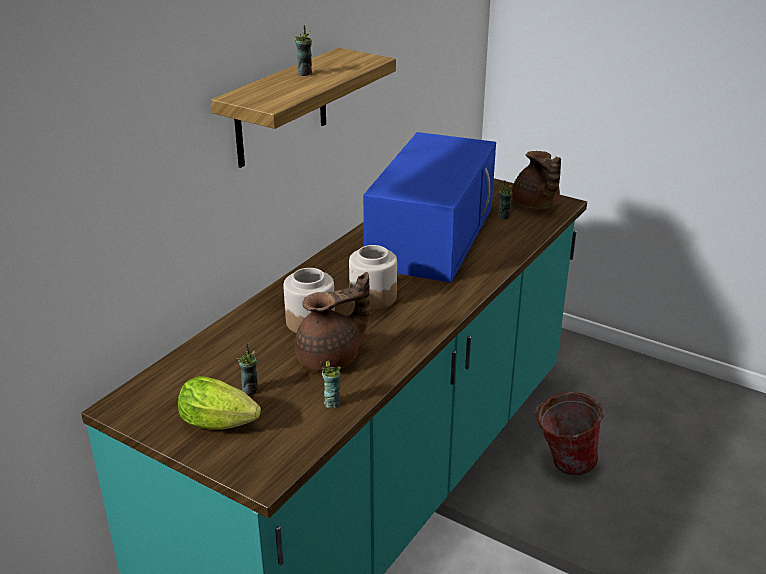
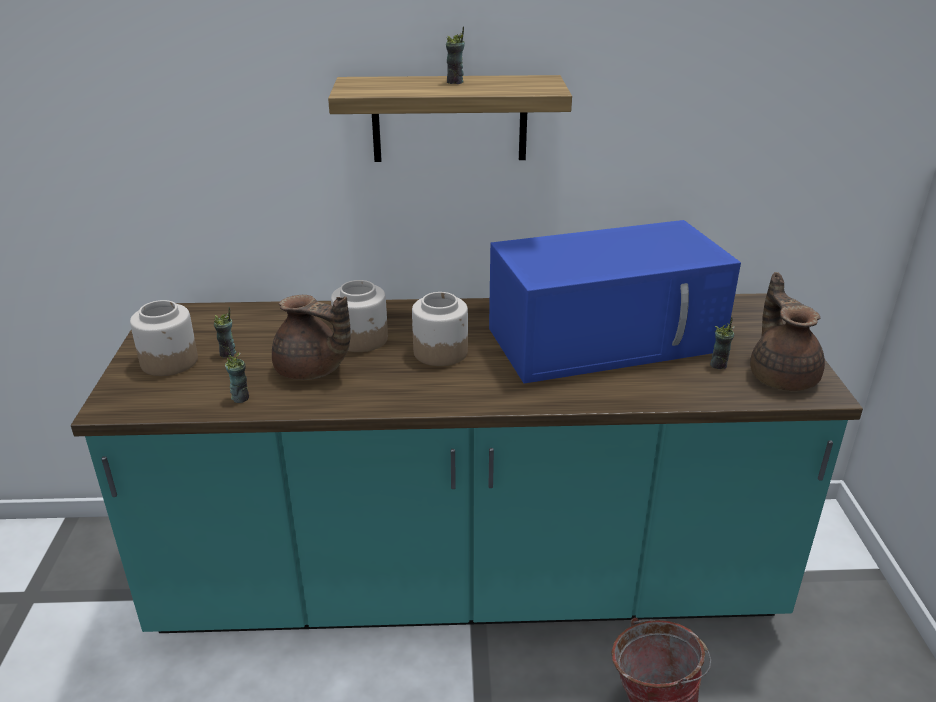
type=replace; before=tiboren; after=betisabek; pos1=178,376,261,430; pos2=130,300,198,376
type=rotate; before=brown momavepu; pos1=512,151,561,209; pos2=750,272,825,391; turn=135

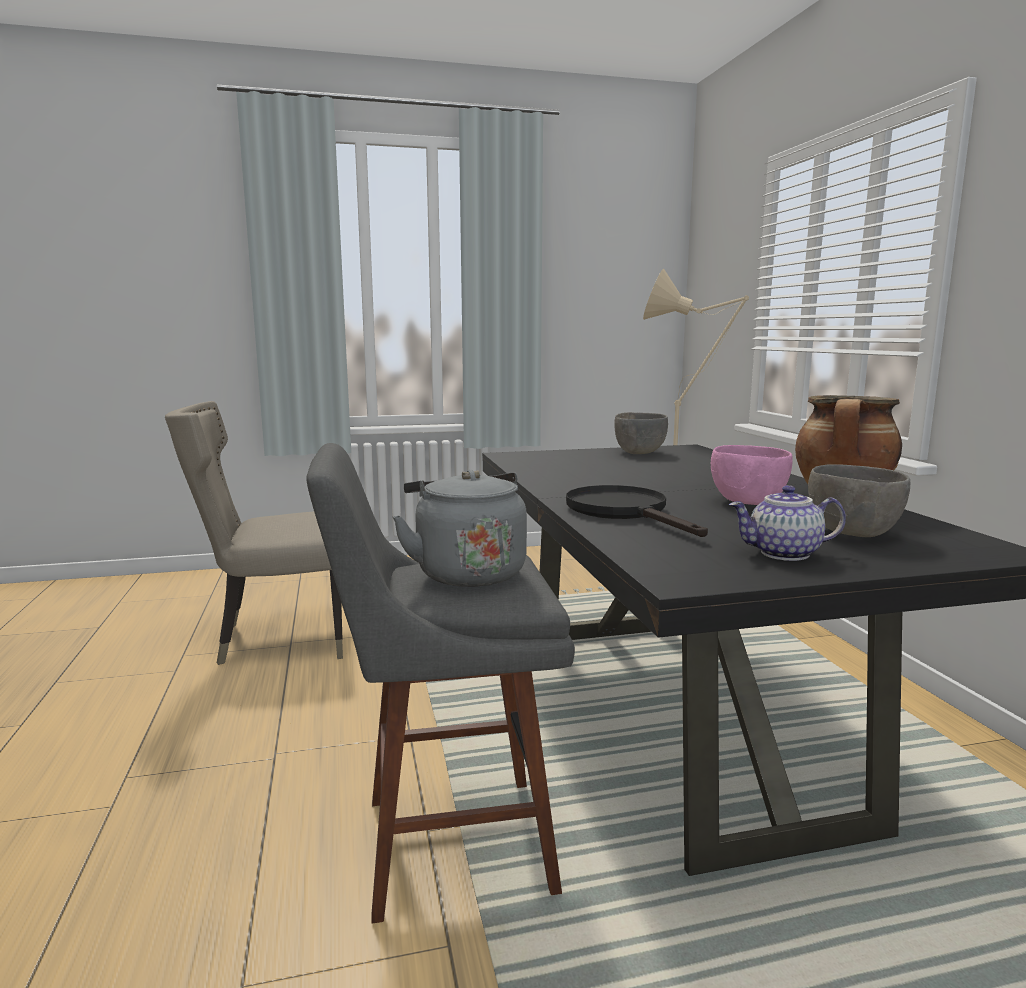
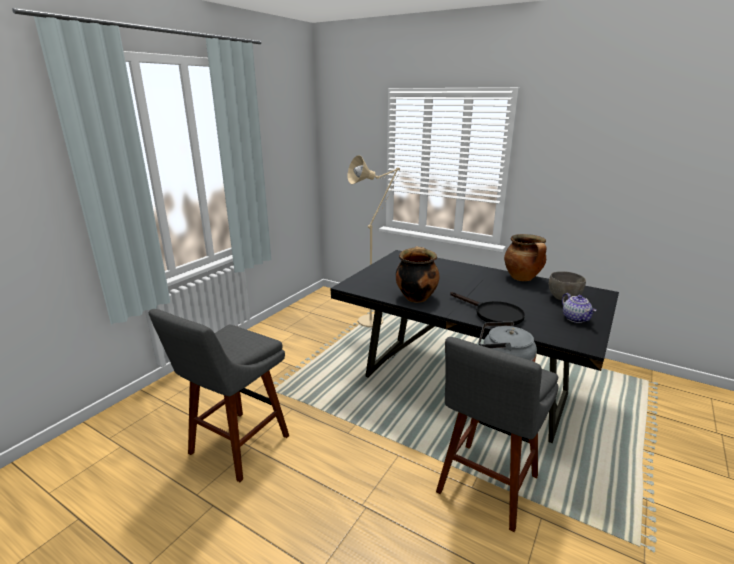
type=replace; before=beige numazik; after=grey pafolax; pos1=165,401,343,665; pos2=149,309,289,482
type=insert; after=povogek; pos2=396,246,439,303
type=rotate; before=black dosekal; pos1=566,485,708,537; pos2=450,292,525,325; turn=-150
type=rotate; before=momavepu; pos1=729,485,846,561; pos2=562,293,596,323; turn=-60
type=delete; before=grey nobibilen; pos1=614,412,668,454
type=delete; before=pink nobibilen; pos1=711,445,793,505

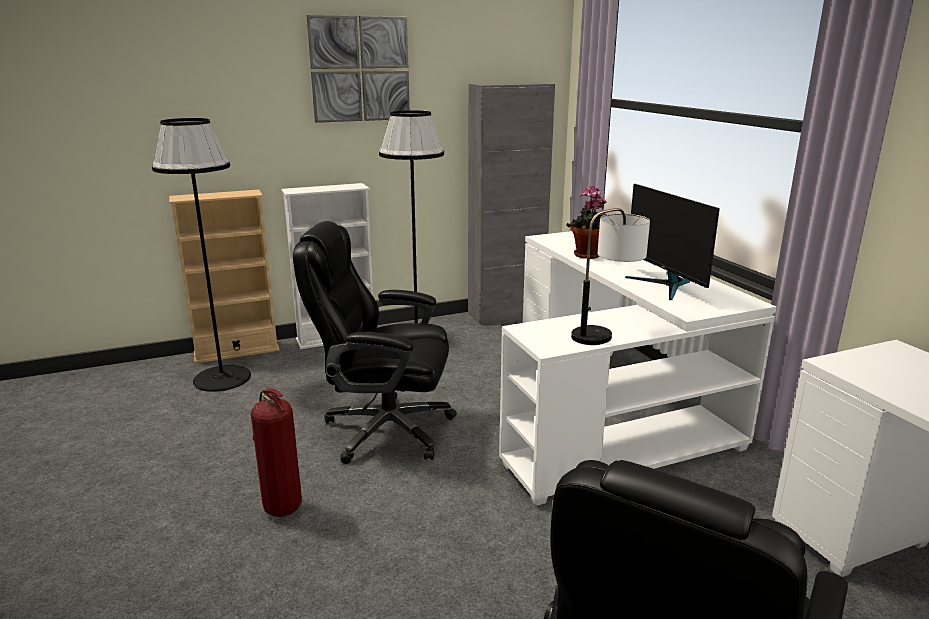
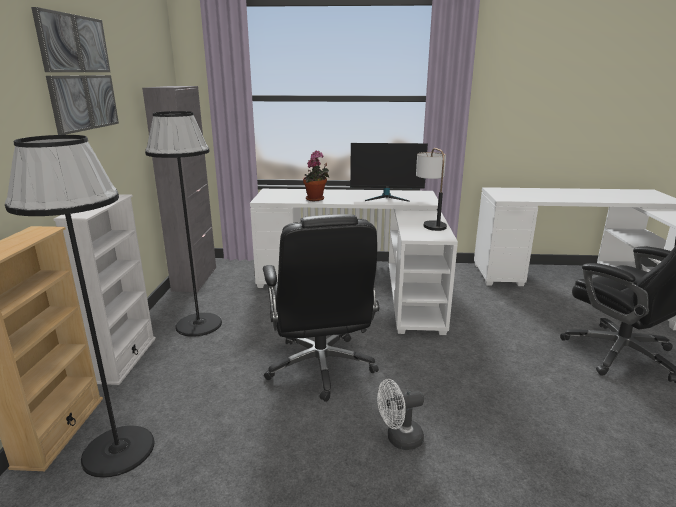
type=rotate; before=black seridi; pos1=293,221,457,464; pos2=263,214,379,402; turn=-45
type=replace; before=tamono; after=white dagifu; pos1=251,388,302,517; pos2=377,379,424,450

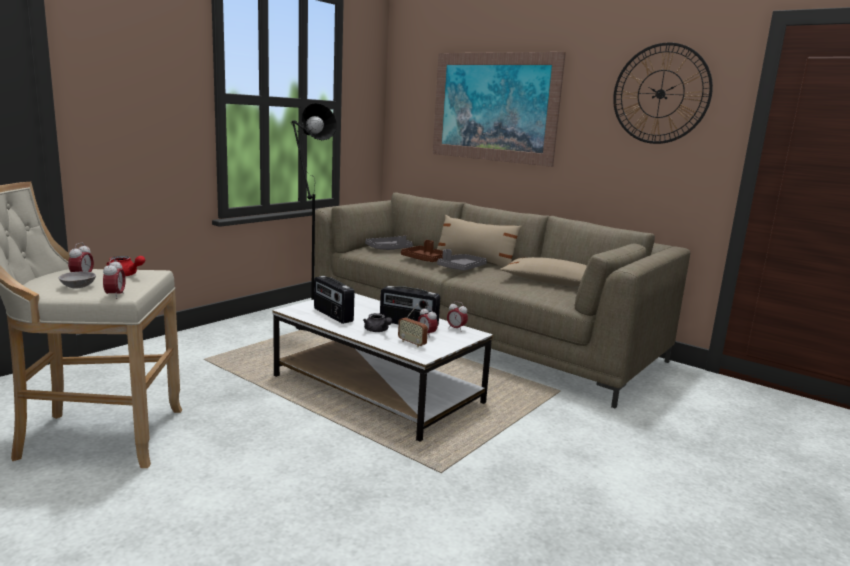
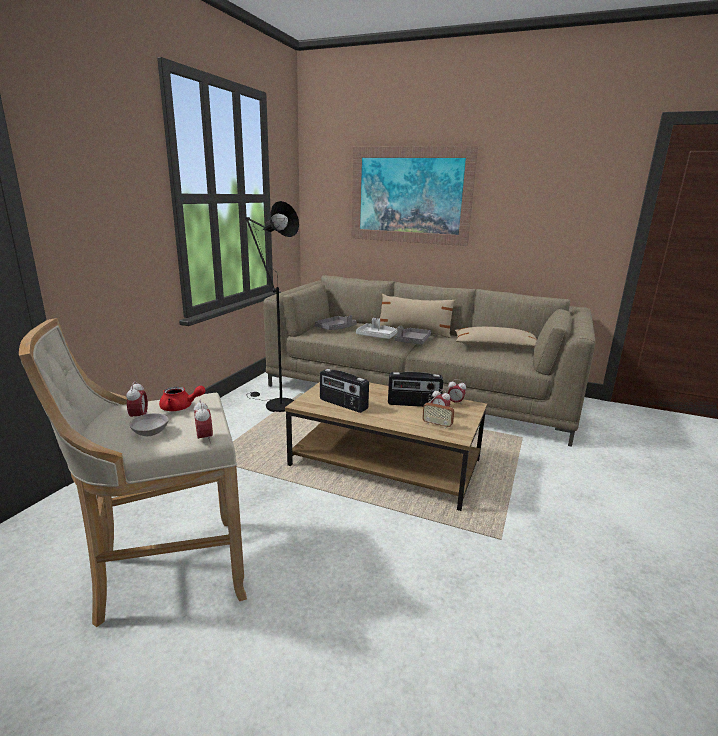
type=recolor; before=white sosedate; after=brown sosedate; pos1=272,293,493,442; pos2=285,382,487,511
type=recolor; before=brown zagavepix; after=grey zagavepix; pos1=401,240,443,262; pos2=356,318,397,339
type=delete; before=grey momavepu; pos1=363,313,392,332
type=delete; before=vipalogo; pos1=613,42,713,144

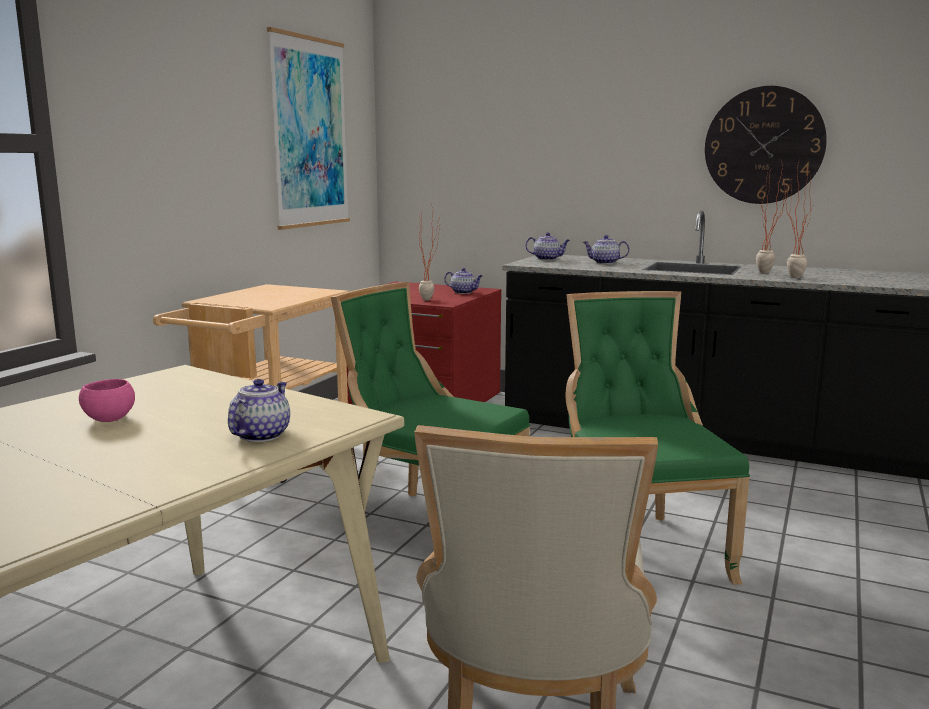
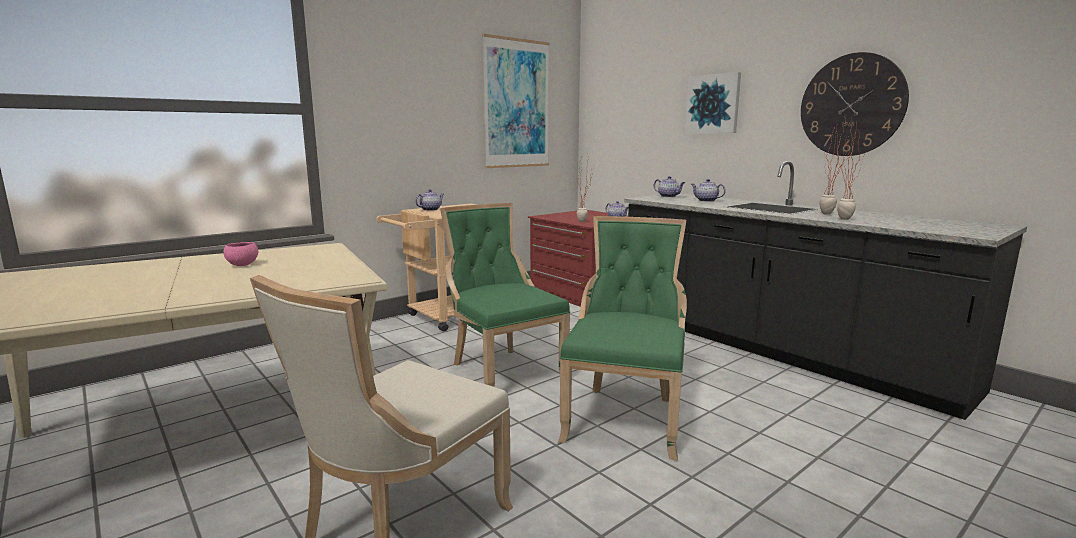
type=move; before=momavepu; pos1=228,379,290,442; pos2=415,189,444,211
type=insert; after=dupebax; pos2=685,72,741,133

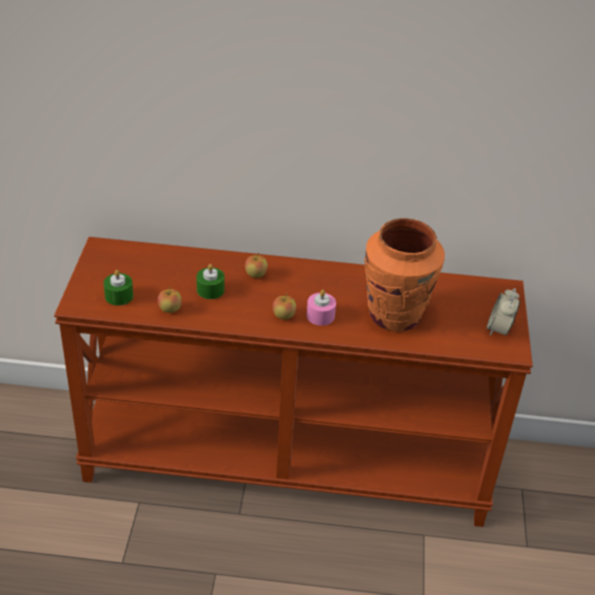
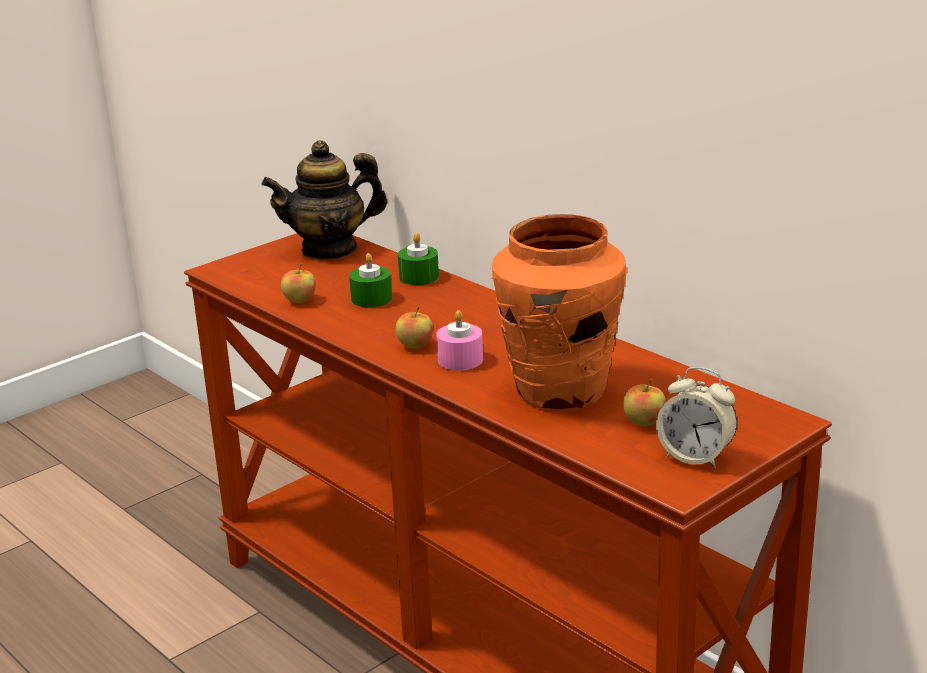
type=insert; after=momavepu; pos2=262,140,387,260
type=move; before=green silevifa; pos1=104,270,133,306; pos2=398,233,439,285
type=move; before=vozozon; pos1=245,253,268,278; pos2=623,378,666,427
type=rotate; before=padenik; pos1=487,288,520,336; pos2=656,367,737,468; turn=-120

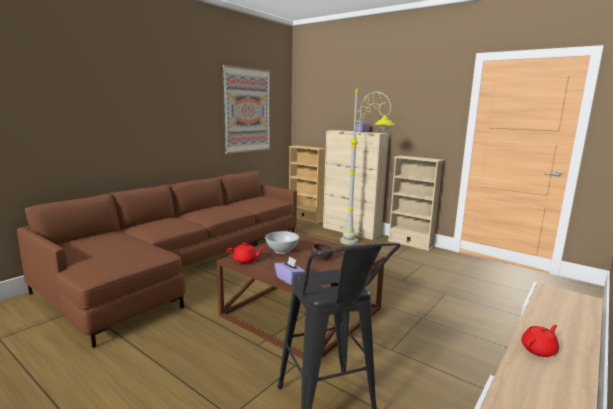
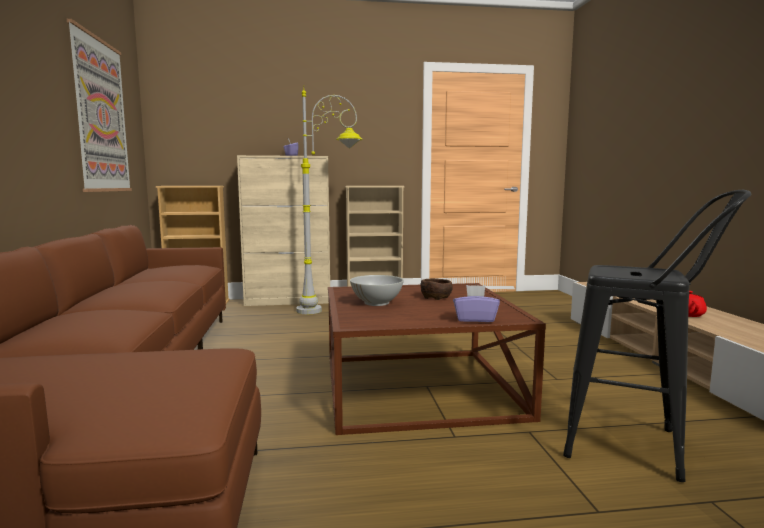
type=delete; before=red momavepu; pos1=227,243,265,264

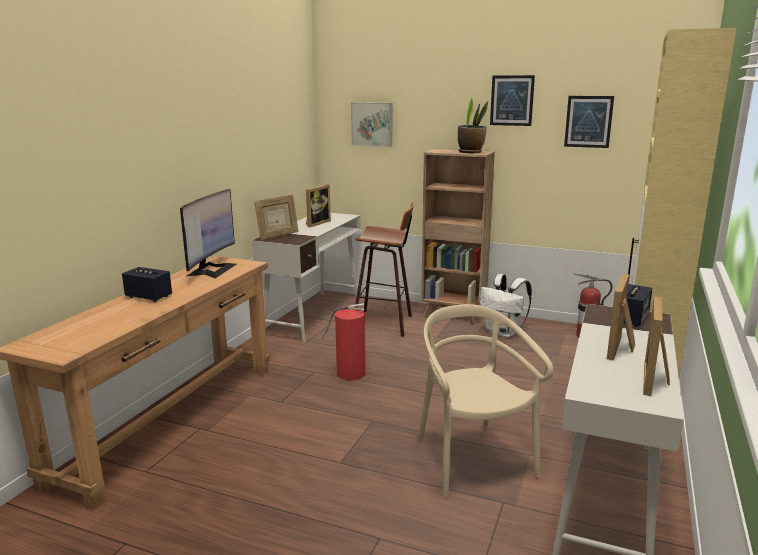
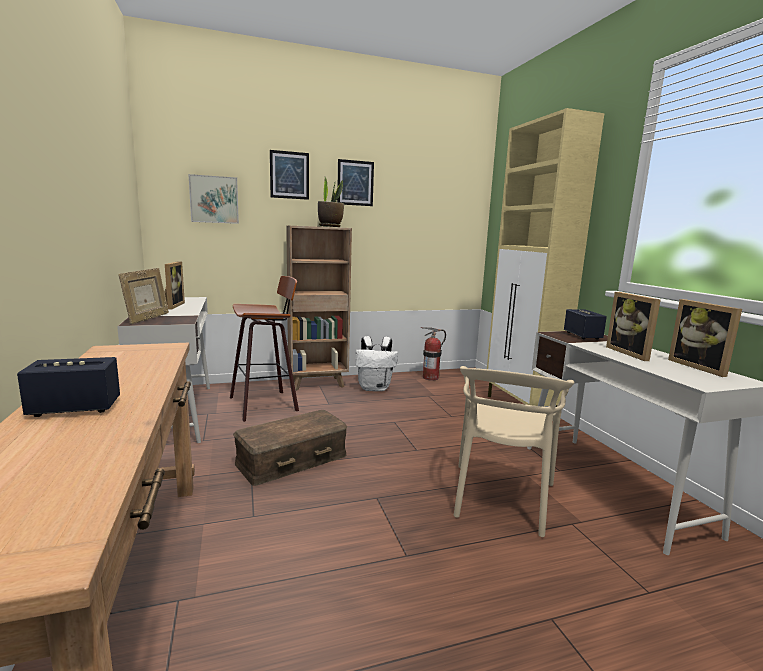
type=replace; before=tamono; after=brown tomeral; pos1=322,303,366,380; pos2=233,410,347,486
type=move; before=dupebax; pos1=564,96,614,148; pos2=270,150,309,200
type=rotate; before=beige numazik; pos1=418,304,554,497; pos2=454,366,574,537; turn=-105
type=delete; before=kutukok; pos1=180,189,236,279

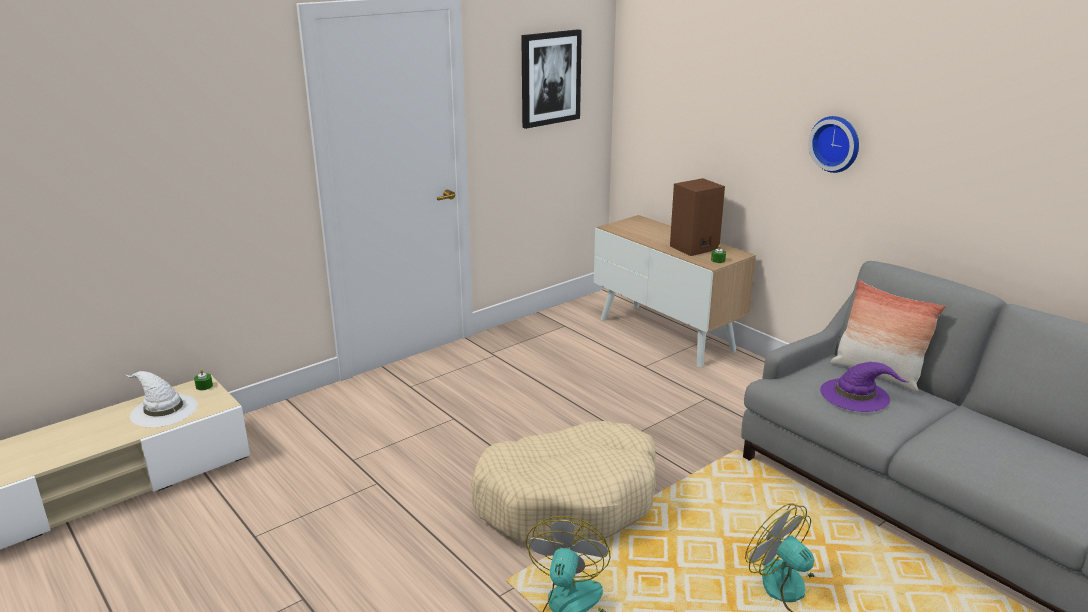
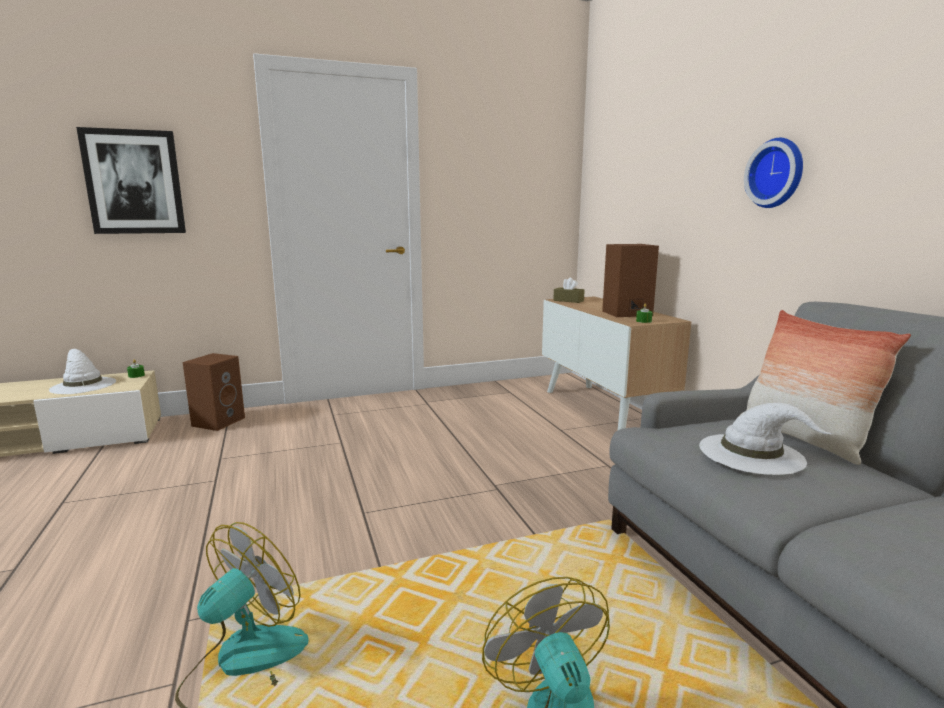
type=move; before=dupebax; pos1=521,29,582,129; pos2=76,127,186,234
type=insert; after=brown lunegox; pos2=183,353,245,431
type=insert; after=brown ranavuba; pos2=553,278,585,303
type=recolor; before=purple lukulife; after=white lukulife; pos1=820,362,908,412; pos2=699,403,833,475
type=delete; before=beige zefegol; pos1=471,421,656,544

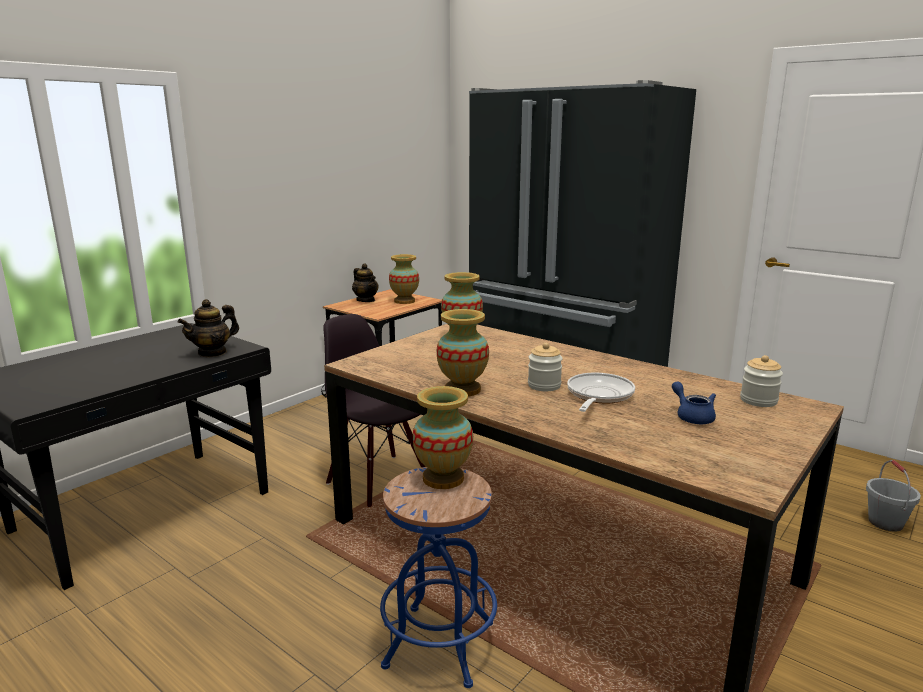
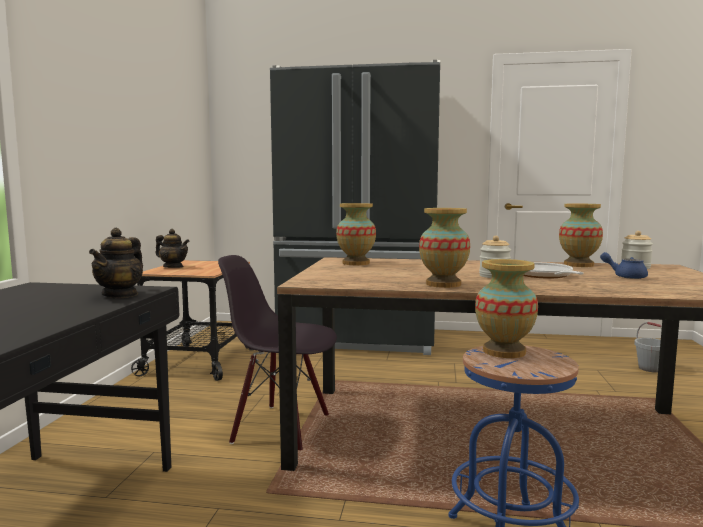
type=move; before=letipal; pos1=389,254,419,304; pos2=559,204,603,267

